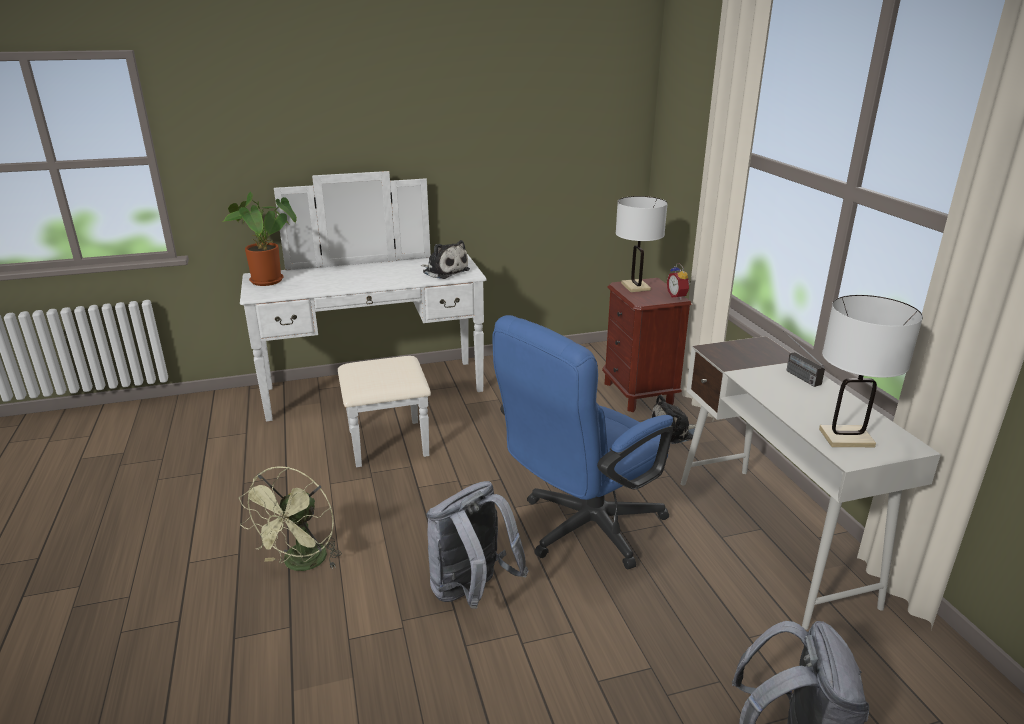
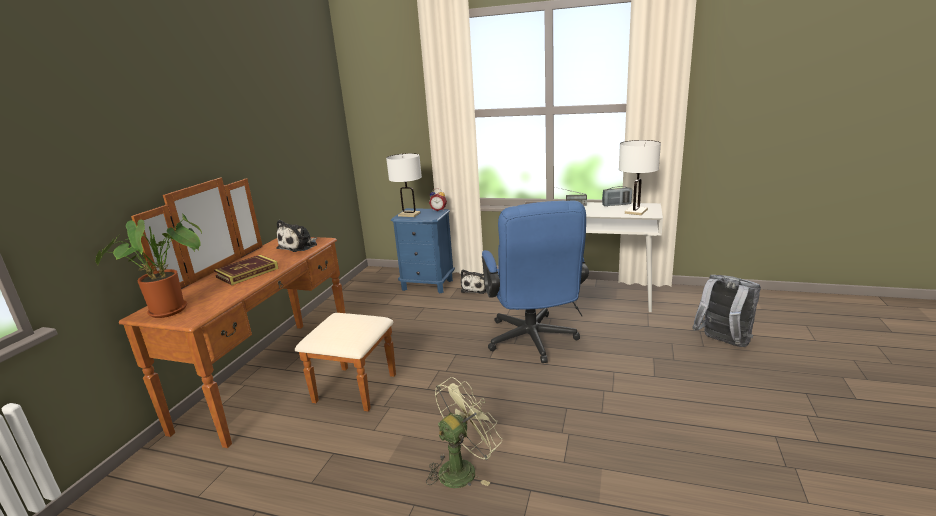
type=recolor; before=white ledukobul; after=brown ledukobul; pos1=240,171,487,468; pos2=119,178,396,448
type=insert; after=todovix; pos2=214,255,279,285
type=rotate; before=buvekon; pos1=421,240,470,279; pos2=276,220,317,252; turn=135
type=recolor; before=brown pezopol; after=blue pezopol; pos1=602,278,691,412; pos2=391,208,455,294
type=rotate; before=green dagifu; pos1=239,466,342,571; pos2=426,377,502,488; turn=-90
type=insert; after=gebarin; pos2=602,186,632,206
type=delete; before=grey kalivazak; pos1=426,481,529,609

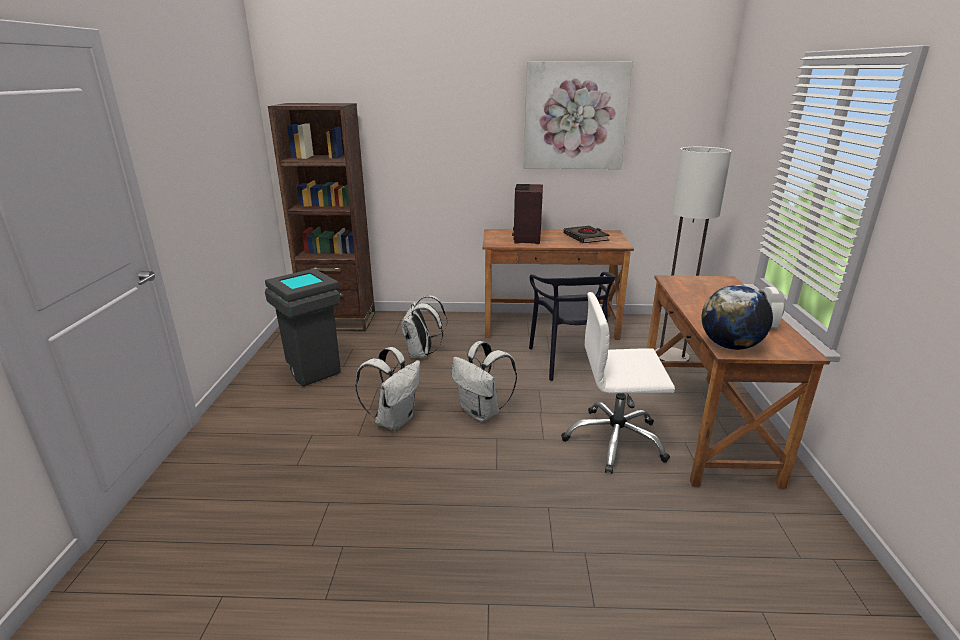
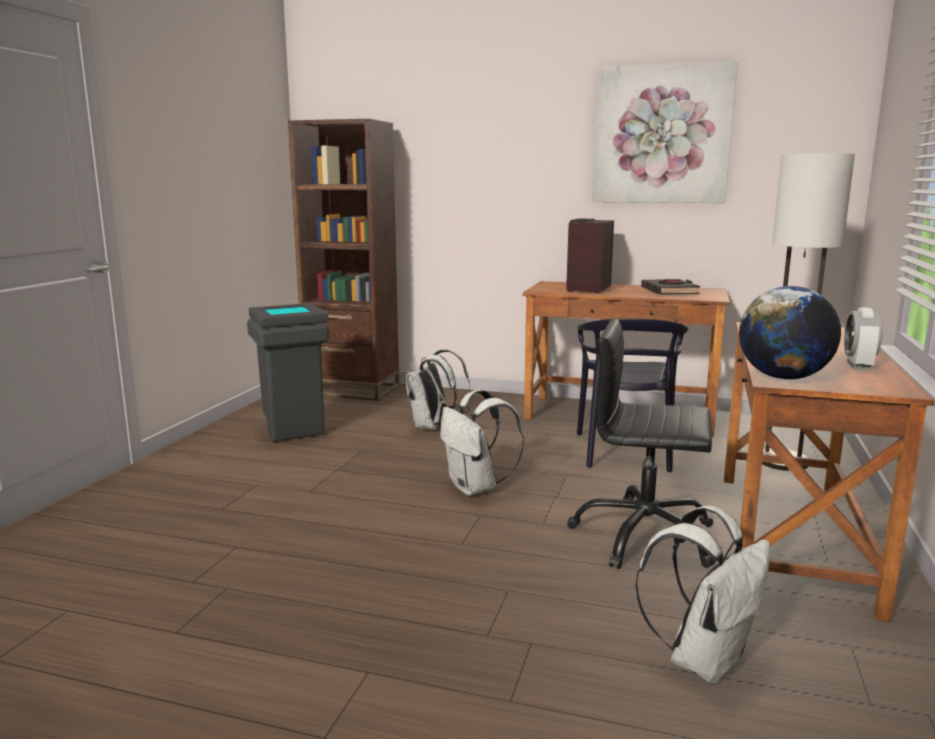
type=recolor; before=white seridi; after=black seridi; pos1=561,292,675,474; pos2=567,318,716,569
type=move; before=white kalivazak; pos1=355,347,420,431; pos2=635,506,770,683

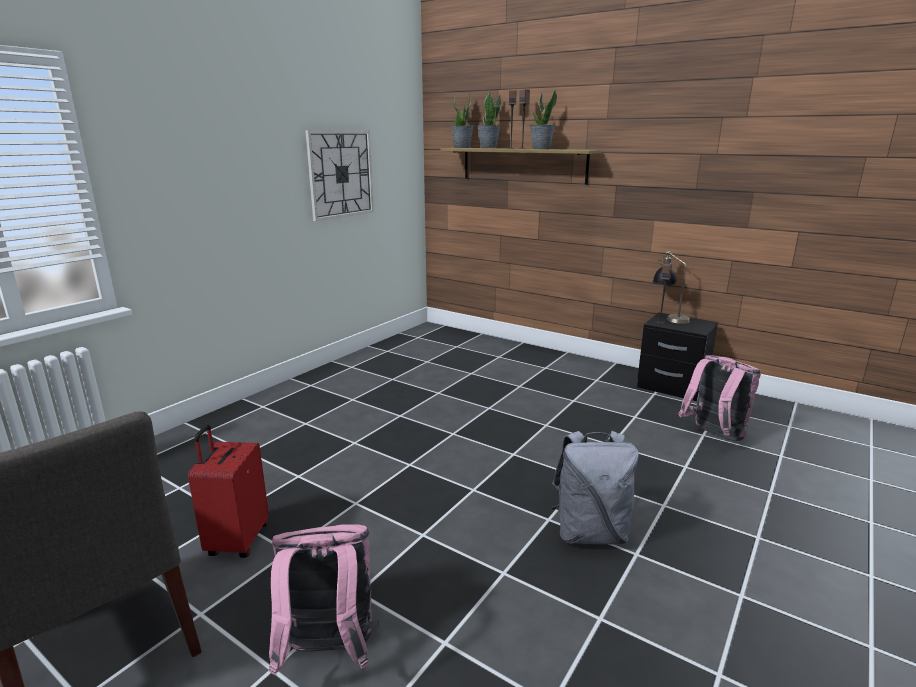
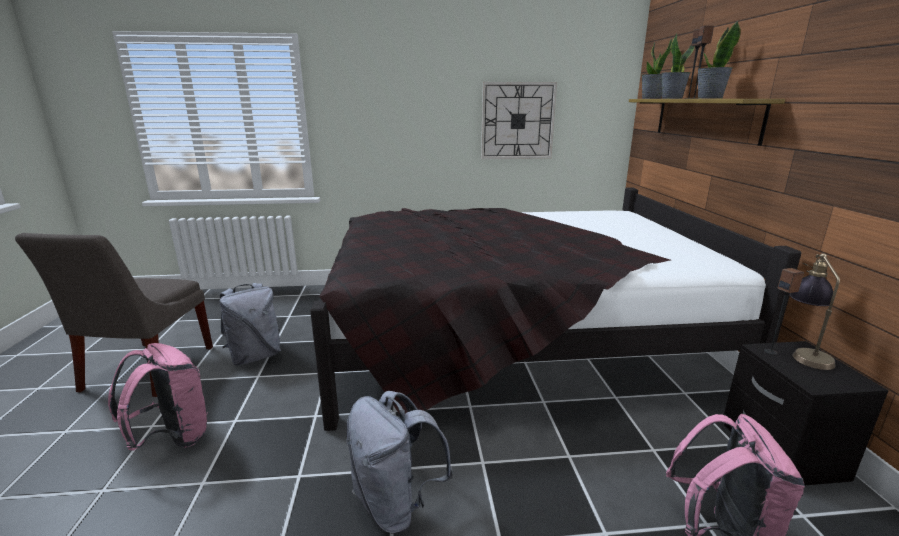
type=replace; before=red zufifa; after=grey kalivazak; pos1=188,424,269,558; pos2=220,283,281,366
type=insert; after=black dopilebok; pos2=310,187,801,431

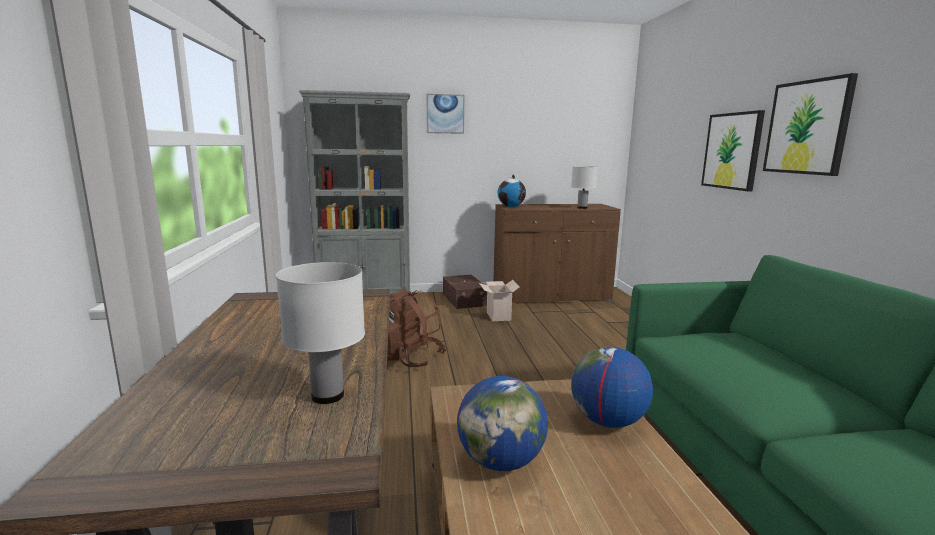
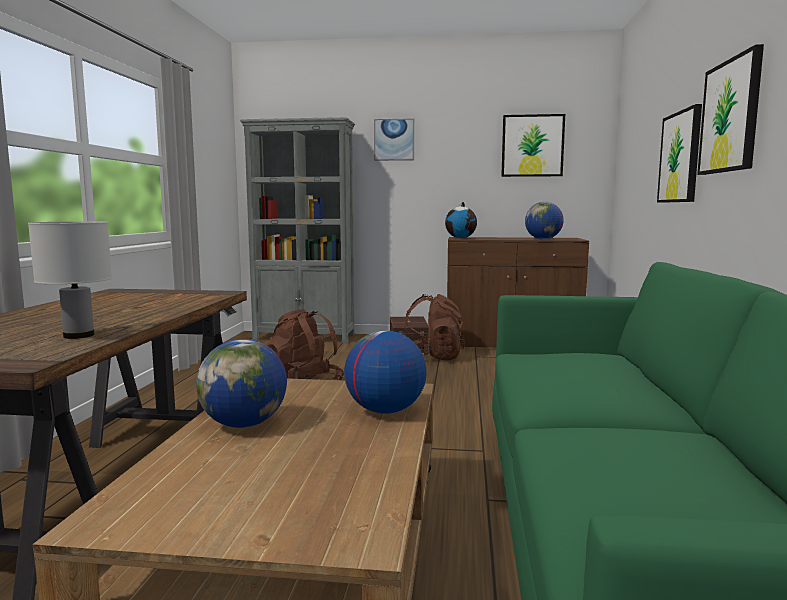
type=replace; before=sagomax; after=brown kalivazak; pos1=479,280,520,321; pos2=405,294,465,360
type=insert; after=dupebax; pos2=501,114,565,177
type=replace; before=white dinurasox; after=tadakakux; pos1=571,166,598,209; pos2=525,202,564,240

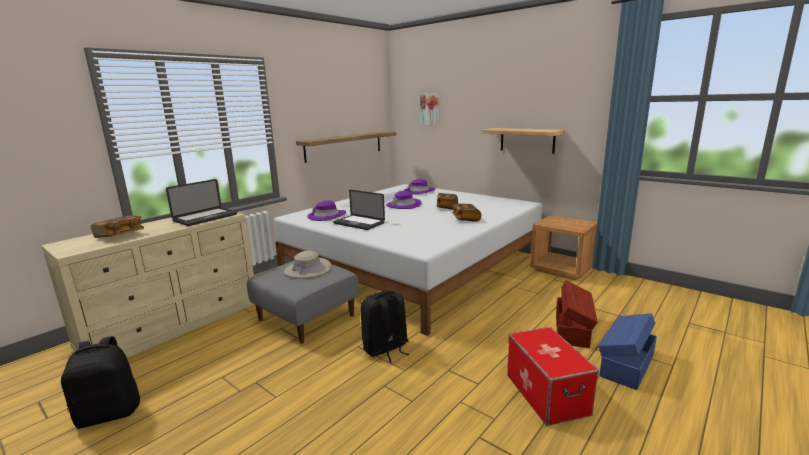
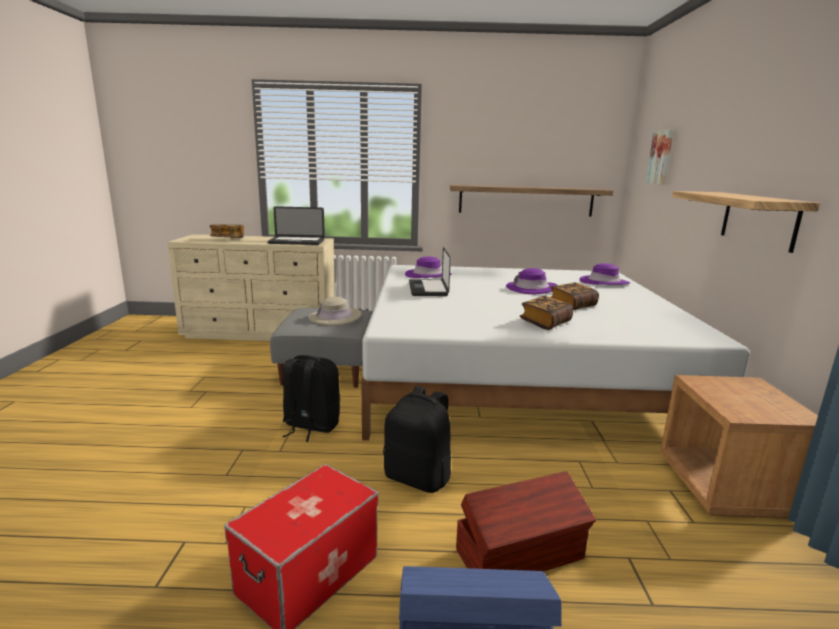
type=move; before=black kalivazak; pos1=61,336,140,429; pos2=383,386,451,493

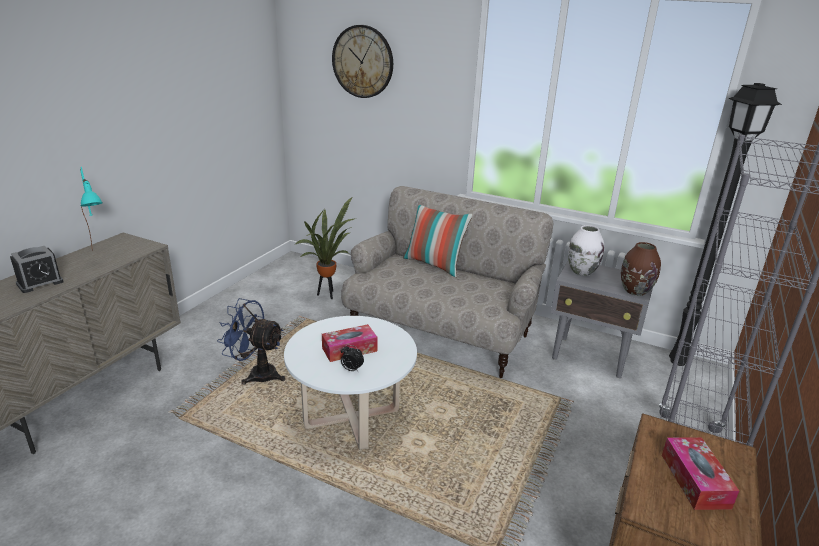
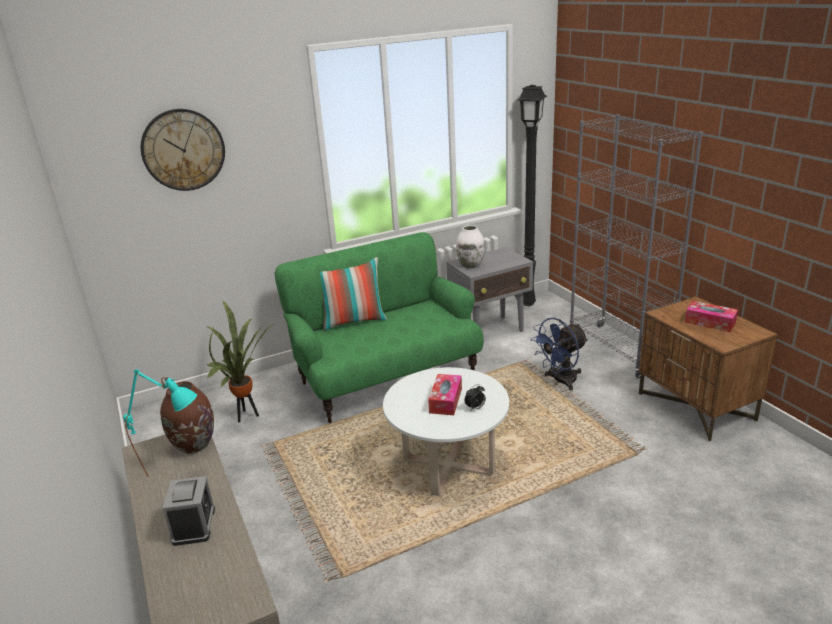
type=move; before=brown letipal; pos1=621,242,661,296; pos2=160,381,214,453
type=recolor; before=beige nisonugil; after=green nisonugil; pos1=341,186,554,378; pos2=275,232,484,423
type=move; before=blue dagifu; pos1=217,298,285,385; pos2=531,318,588,391

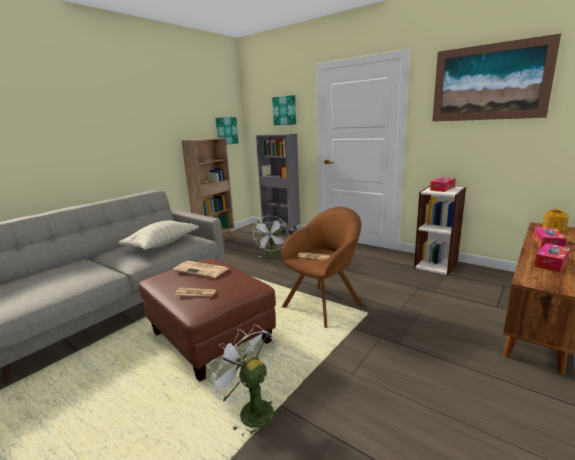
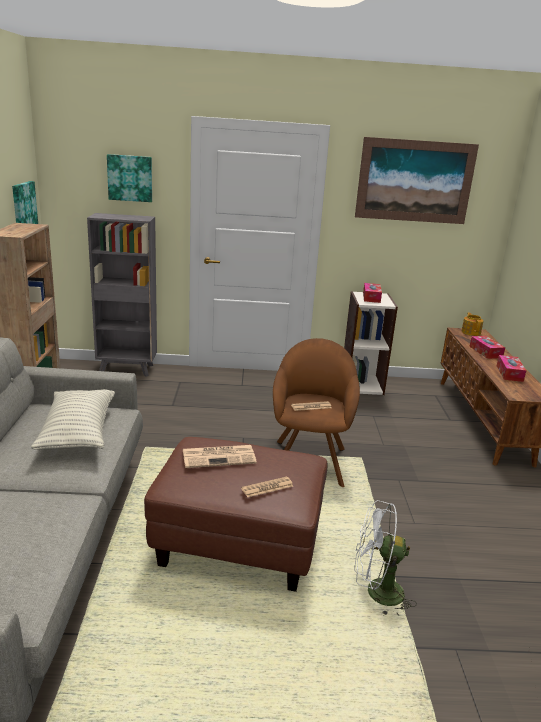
type=delete; before=white dagifu; pos1=253,216,288,257

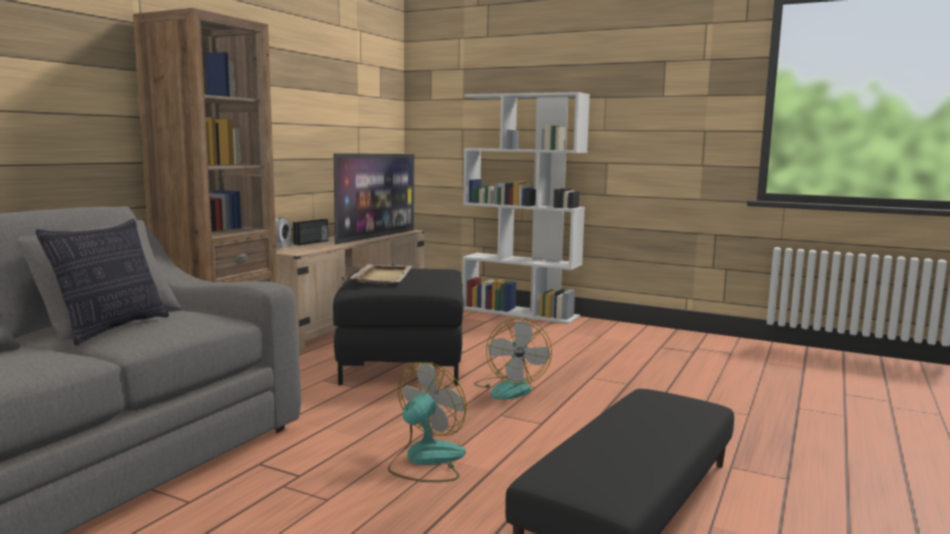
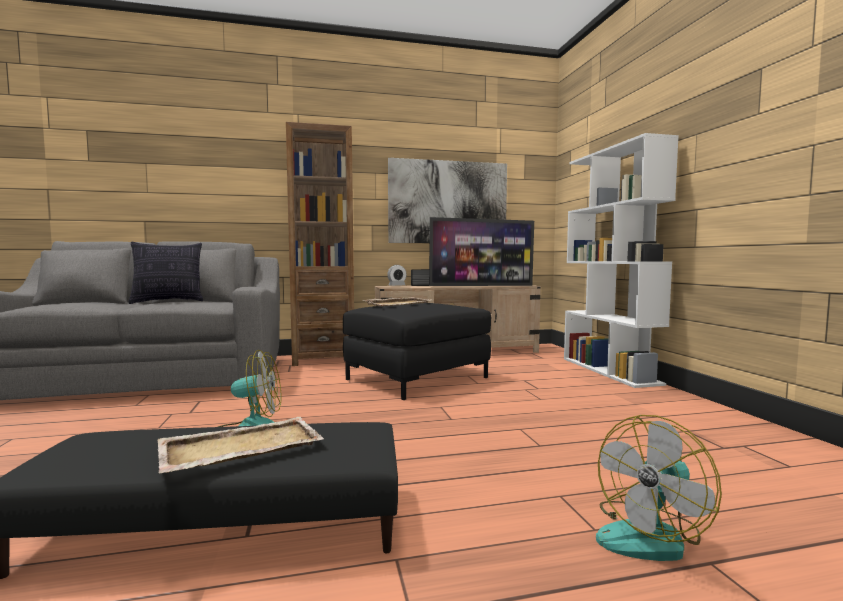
type=insert; after=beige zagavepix; pos2=157,417,324,473
type=insert; after=dupebax; pos2=388,158,507,243
type=move; before=dagifu; pos1=474,318,552,400; pos2=596,415,722,561

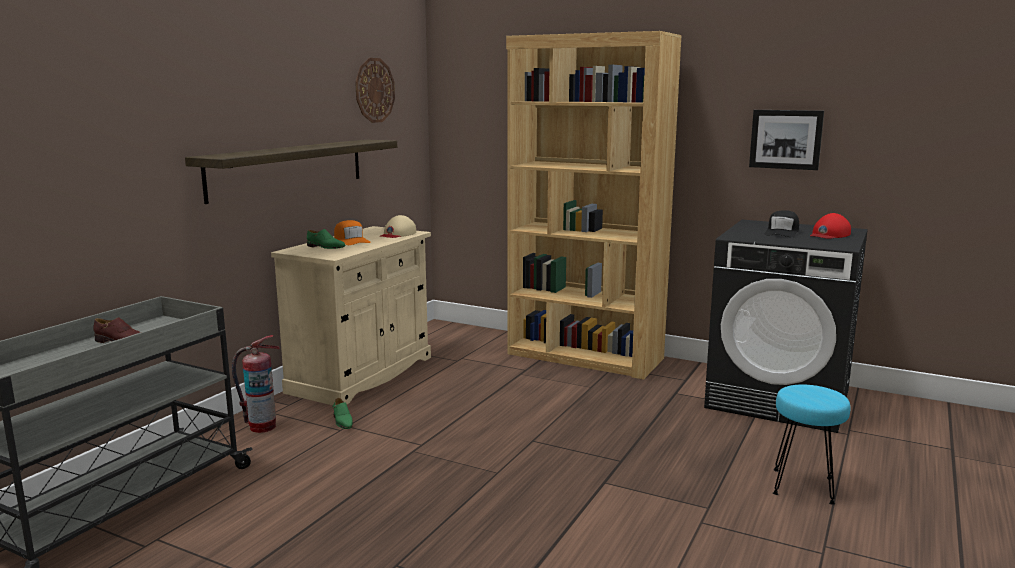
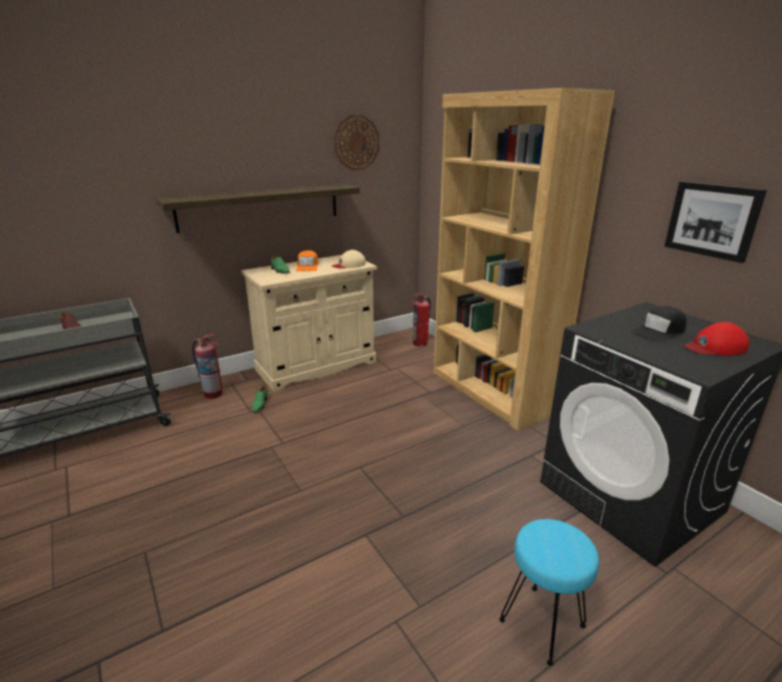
type=insert; after=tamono; pos2=412,293,431,347

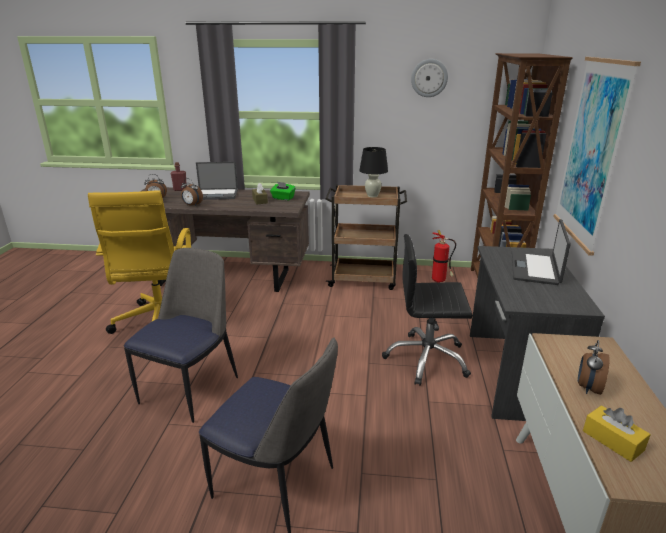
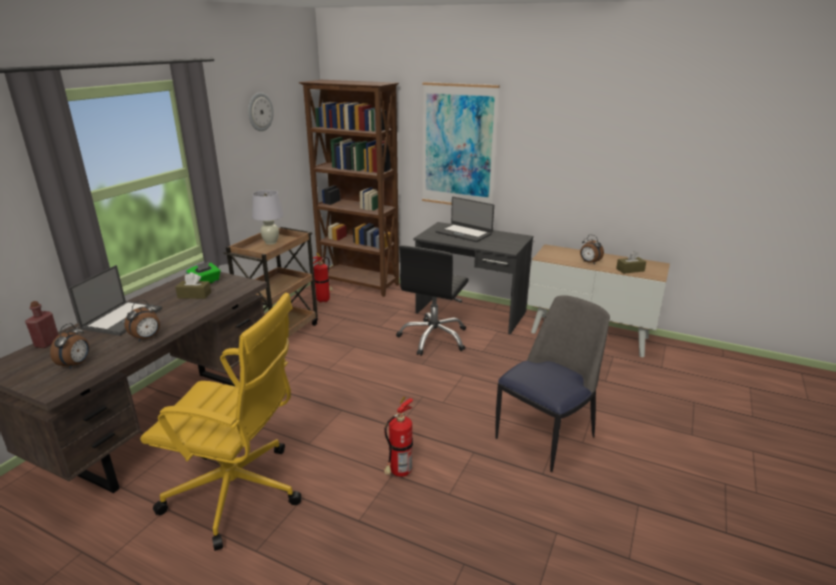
type=recolor; before=black dinurasox; after=white dinurasox; pos1=359,147,388,198; pos2=252,190,284,245
type=replace; before=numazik; after=tamono; pos1=124,248,238,423; pos2=384,397,413,477
type=recolor; before=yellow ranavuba; after=brown ranavuba; pos1=583,406,651,462; pos2=616,251,646,274

